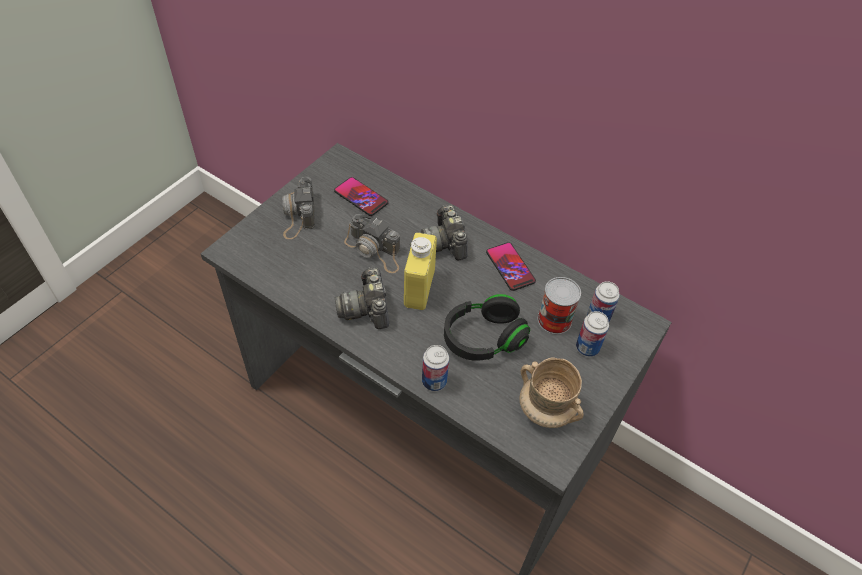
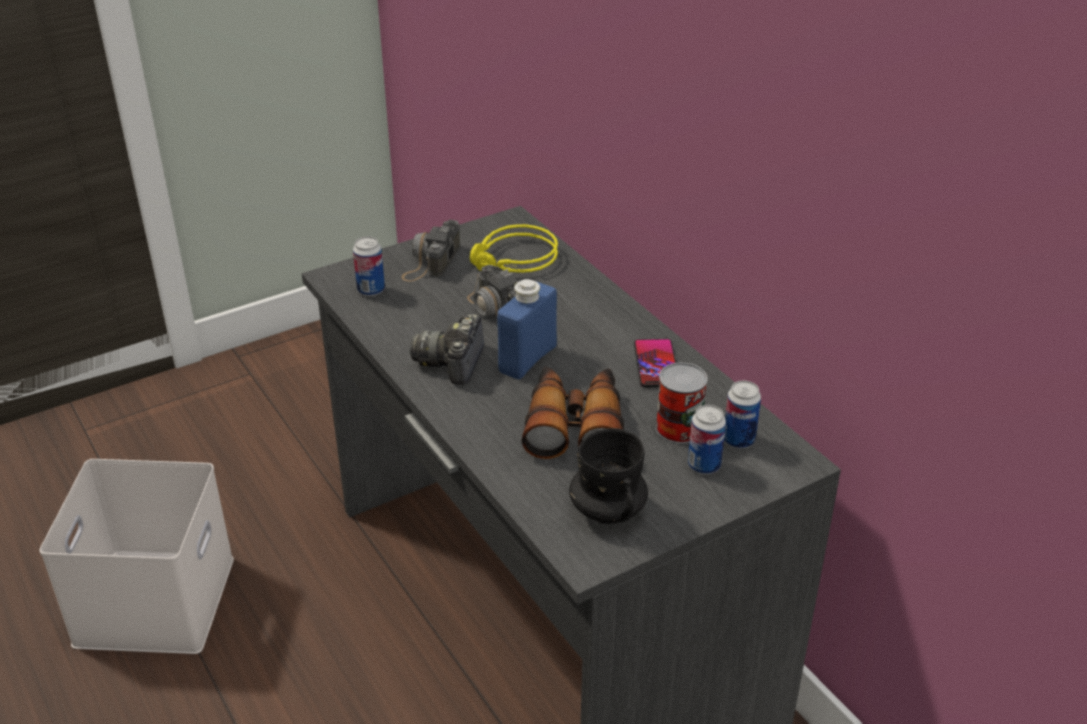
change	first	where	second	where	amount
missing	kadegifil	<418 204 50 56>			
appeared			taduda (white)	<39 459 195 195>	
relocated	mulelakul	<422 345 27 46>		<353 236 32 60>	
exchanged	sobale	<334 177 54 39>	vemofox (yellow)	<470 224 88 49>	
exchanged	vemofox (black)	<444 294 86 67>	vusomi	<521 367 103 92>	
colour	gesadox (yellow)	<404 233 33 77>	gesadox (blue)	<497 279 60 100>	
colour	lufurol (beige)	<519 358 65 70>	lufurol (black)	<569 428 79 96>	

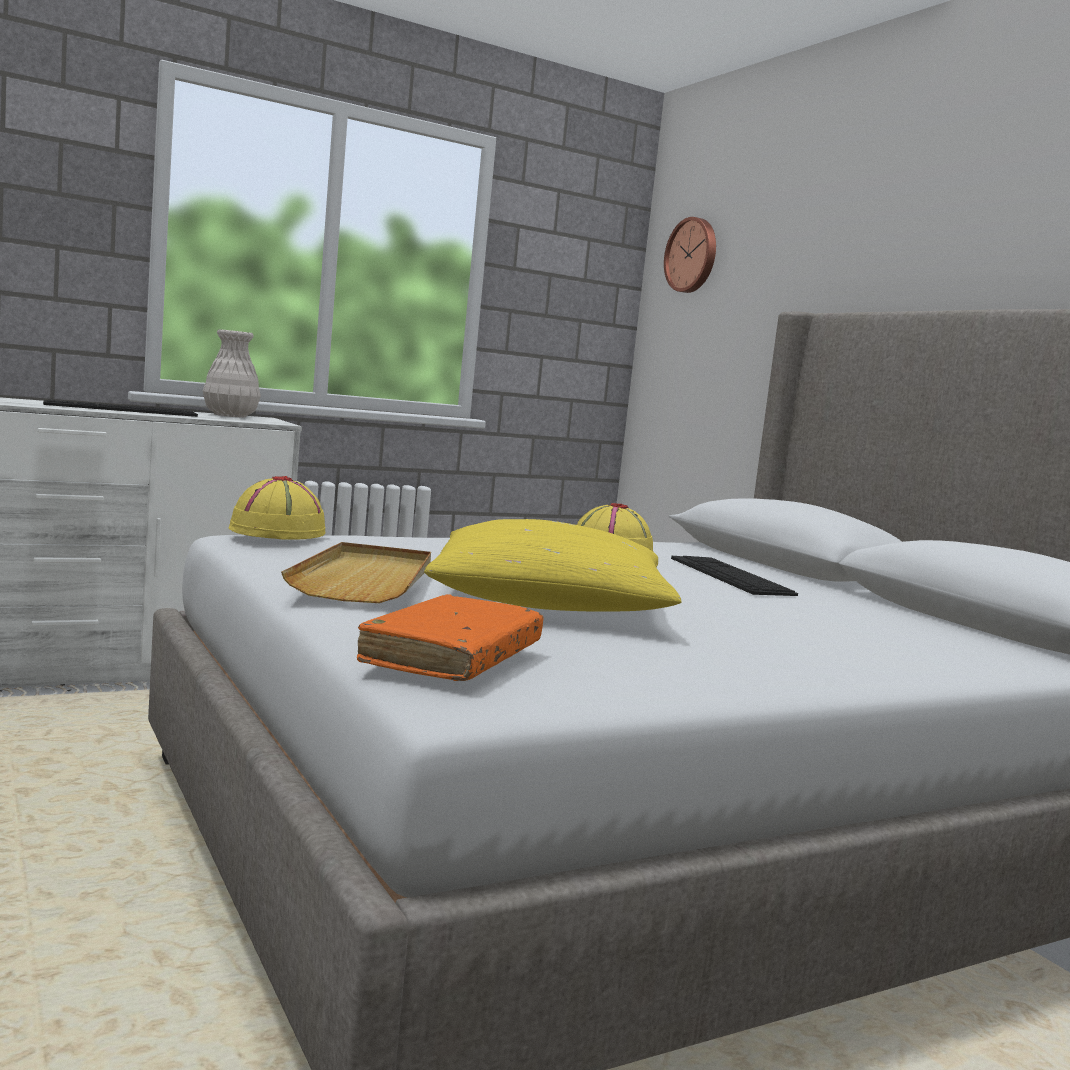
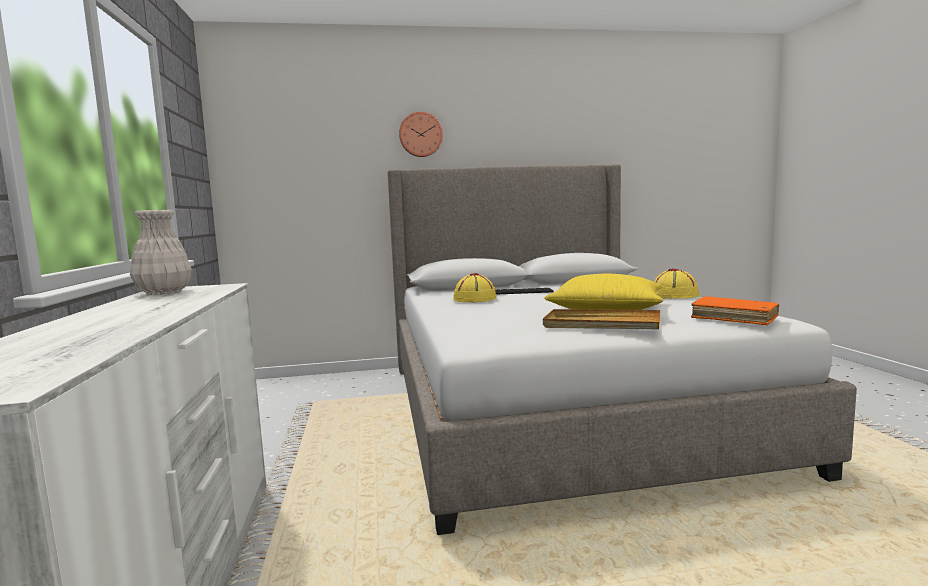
change	first	where	second	where	amount
missing	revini	<43 399 155 18>			
relocated	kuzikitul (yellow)	<229 476 96 64>		<654 268 46 31>	
relocated	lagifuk	<664 217 52 76>		<399 112 44 45>	

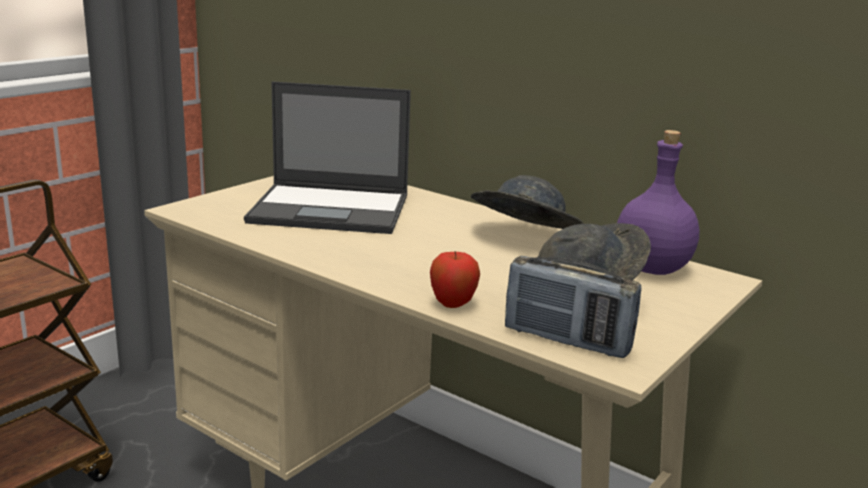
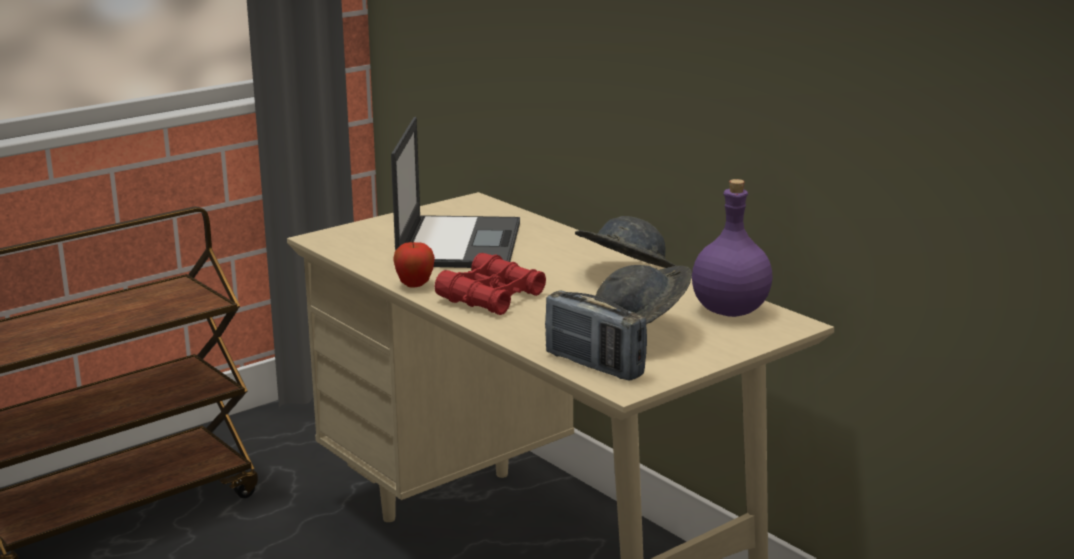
change	first	where	second	where	amount
appeared			vusomi (red)	<434 253 112 62>	
relocated	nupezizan	<430 251 50 57>		<393 241 42 47>	
spun	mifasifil	<244 81 167 153>		<391 117 129 151>	105 degrees counterclockwise

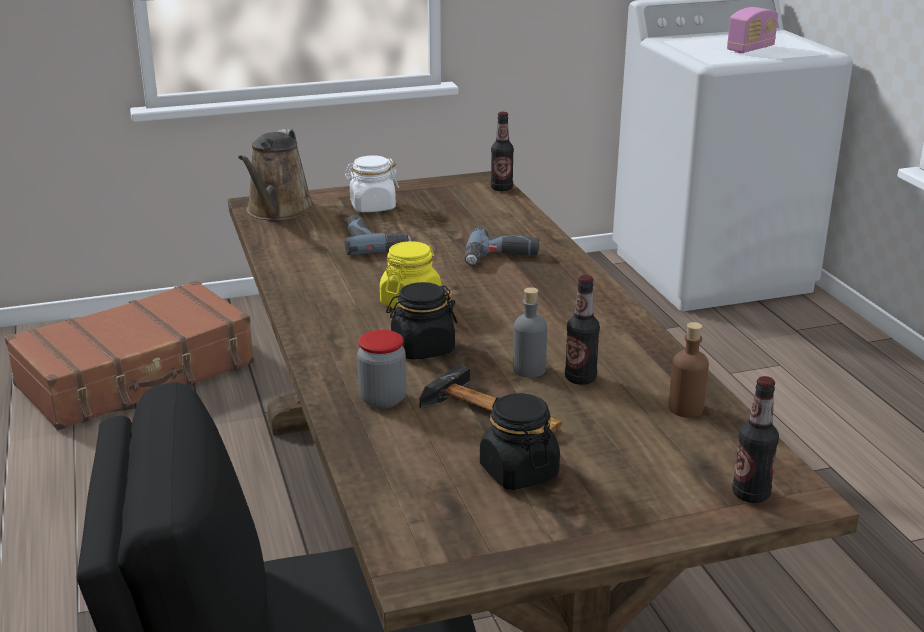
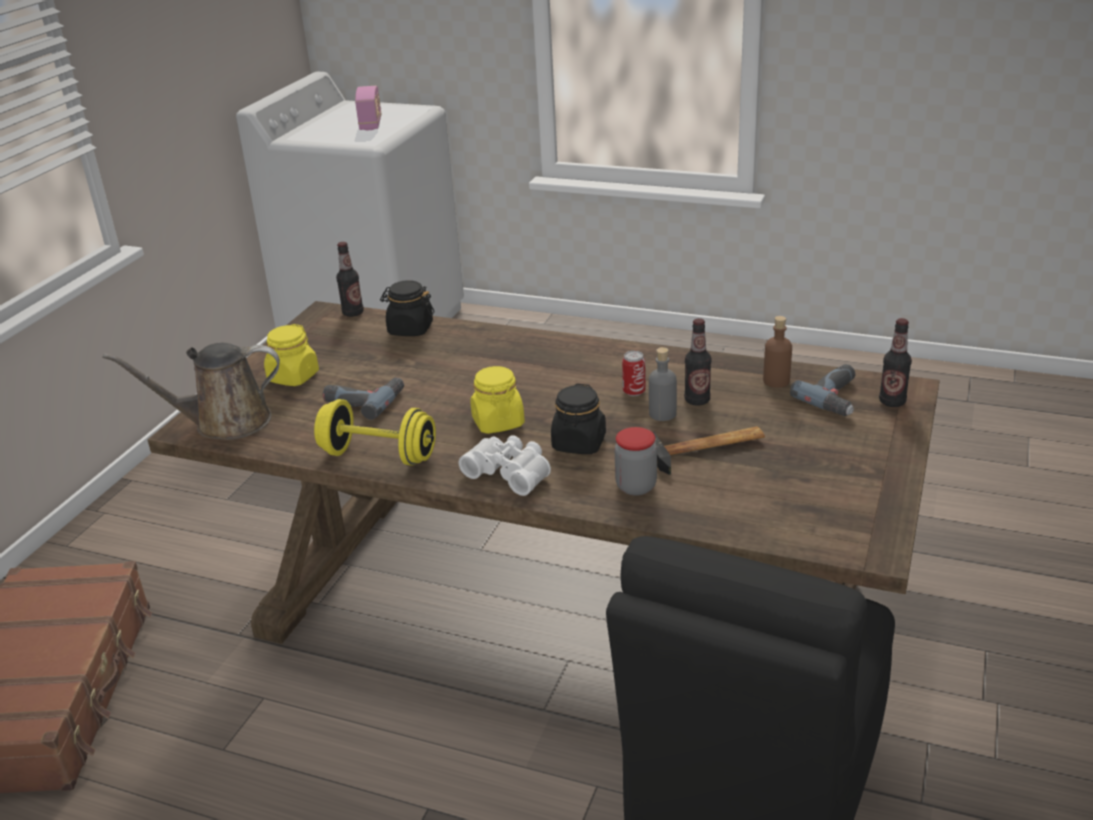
change	first	where	second	where	amount
appeared			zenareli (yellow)	<314 399 122 67>	
appeared			vusomi (white)	<459 435 92 61>	
appeared			mulelakul	<622 351 24 45>	
relocated	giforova	<464 228 75 38>		<790 364 65 52>	
relocated	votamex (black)	<480 393 80 97>		<380 280 54 56>	
colour	votamex (white)	<344 155 55 57>	votamex (yellow)	<264 324 55 62>	
spun	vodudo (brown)	<238 129 76 92>		<102 343 178 97>	120 degrees clockwise

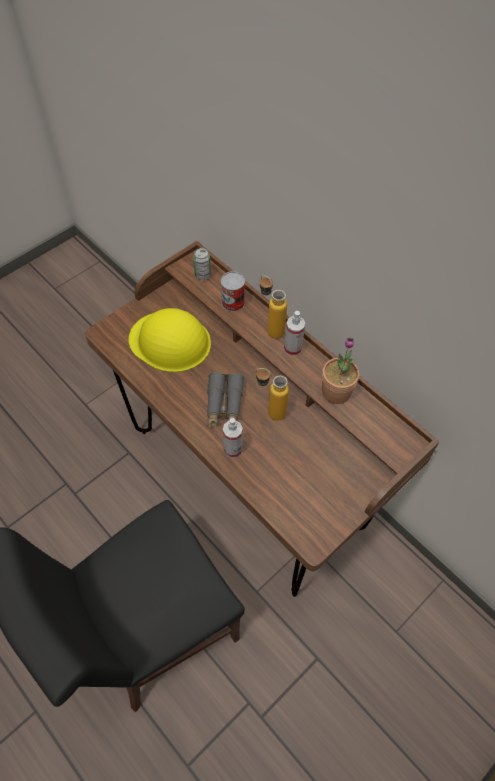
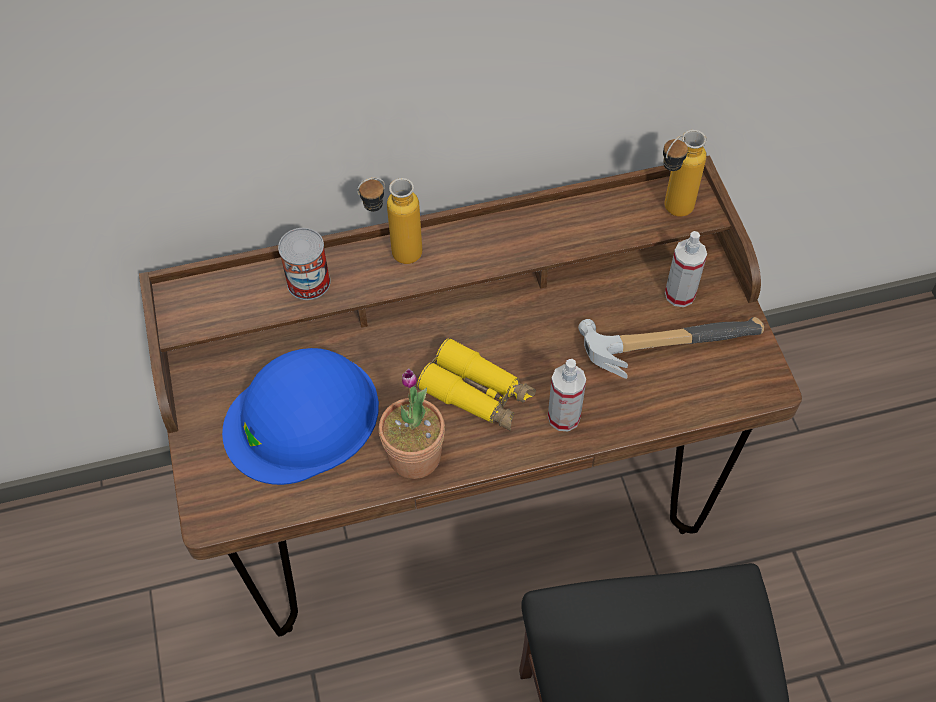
change	first	where	second	where	amount
missing	mulelakul	<193 248 18 32>			
appeared			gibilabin	<578 317 186 62>	
relocated	gesadox	<255 368 34 53>		<663 130 44 87>	
relocated	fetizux	<284 311 21 45>		<665 231 42 76>	
relocated	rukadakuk	<322 338 37 66>		<379 369 66 110>	
colour	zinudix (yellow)	<129 308 82 64>	zinudix (blue)	<222 348 157 137>	
colour	vusomi (grey)	<207 372 37 56>	vusomi (yellow)	<417 338 119 93>	

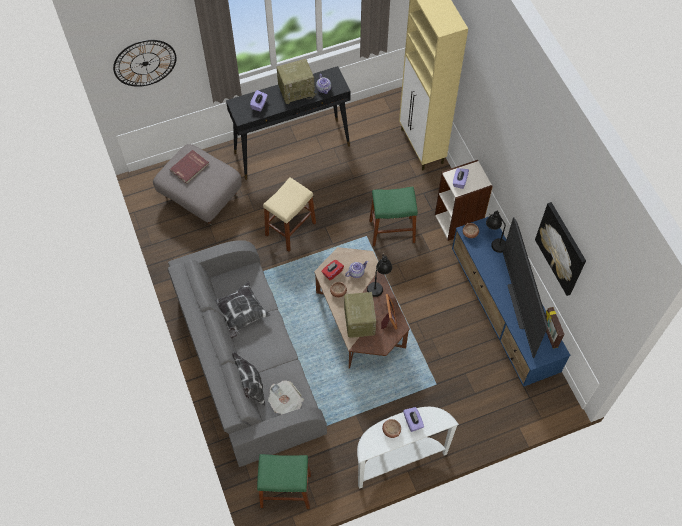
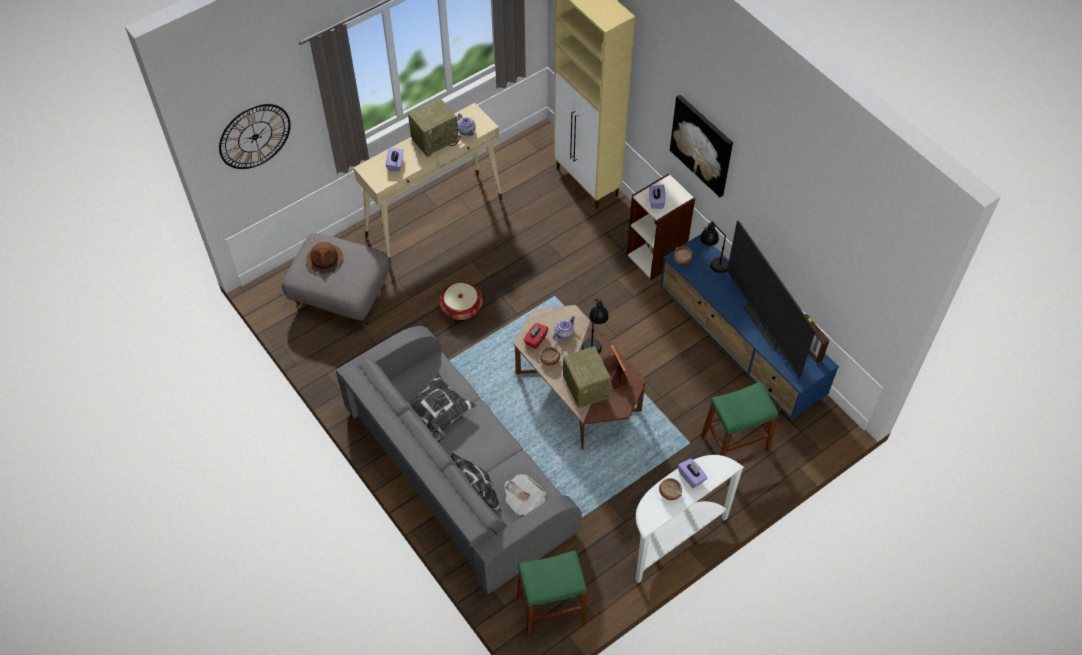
change	first	where	second	where	amount
relocated	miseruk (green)	<369 187 49 59>		<701 382 78 74>	
relocated	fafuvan	<535 202 51 94>		<670 95 63 102>	
exchanged	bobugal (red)	<170 150 39 34>	kuzikitul (brown)	<306 242 37 32>	
exchanged	miseruk (beige)	<263 178 53 74>	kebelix	<439 282 44 38>	
colour	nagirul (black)	<226 66 125 114>	nagirul (beige)	<354 103 148 161>	

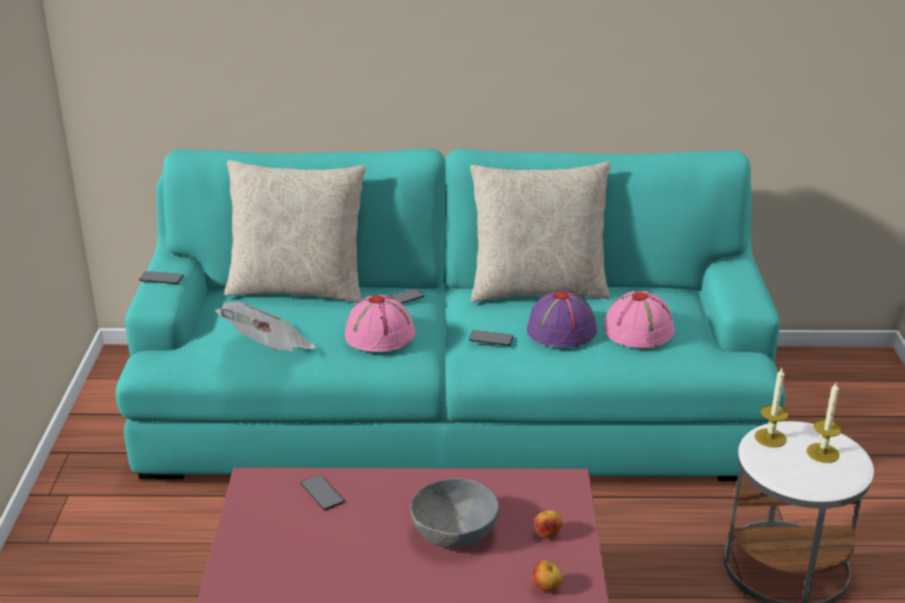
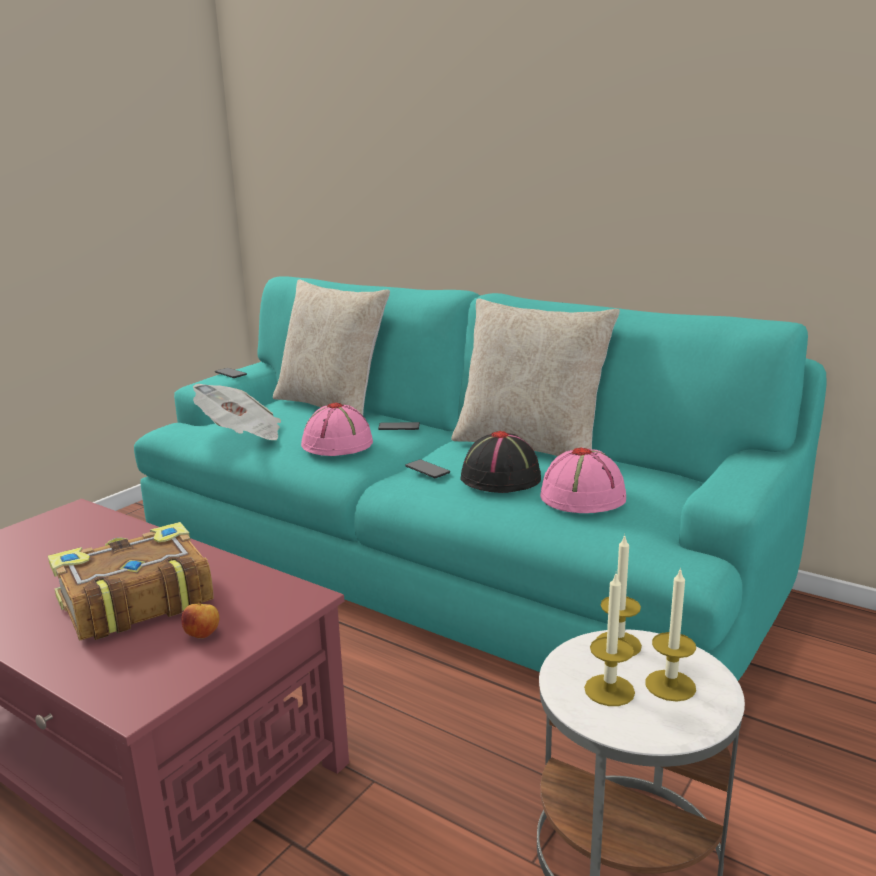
change	first	where	second	where	amount
missing	sobale	<301 475 43 35>			
missing	nupezizan	<533 560 30 32>			
appeared			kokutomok	<584 574 51 132>	
exchanged	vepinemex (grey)	<410 478 89 70>	bobugal	<48 522 166 119>	
colour	kuzikitul (purple)	<527 291 70 57>	kuzikitul (black)	<460 431 81 62>	

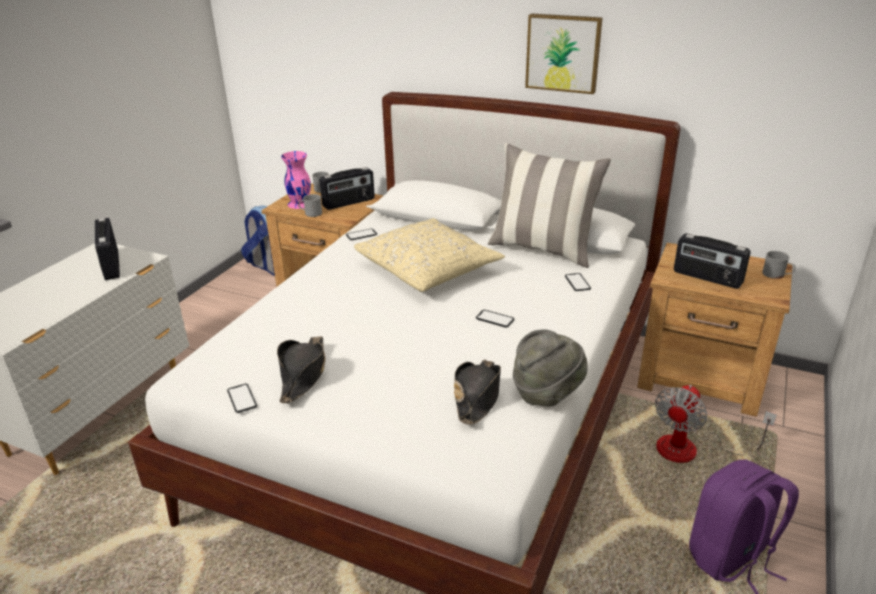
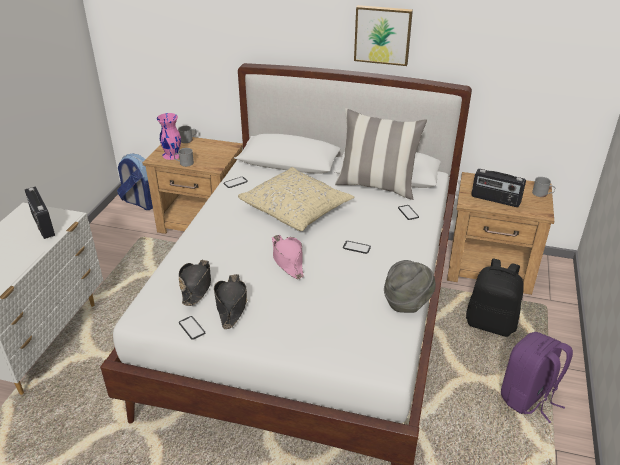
change	first	where	second	where	amount
missing	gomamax	<320 167 55 43>			
appeared			kuzikitul (pink)	<272 235 32 44>	
relocated	kuzikitul (black)	<454 360 47 65>		<179 260 32 46>	
exchanged	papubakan	<655 385 122 78>	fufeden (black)	<466 259 58 78>	

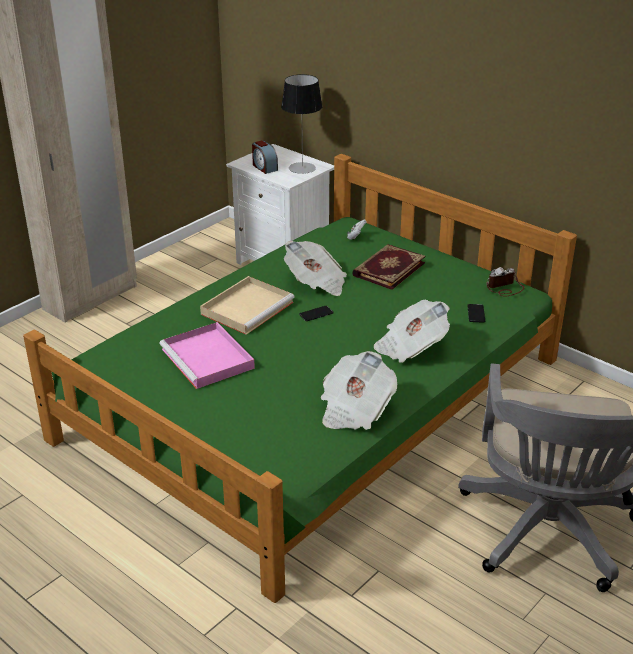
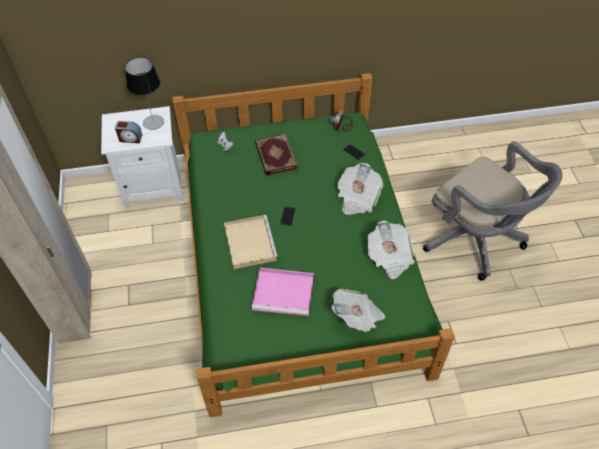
change	first	where	second	where	amount
relocated	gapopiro	<284 241 63 55>		<331 289 54 43>	

